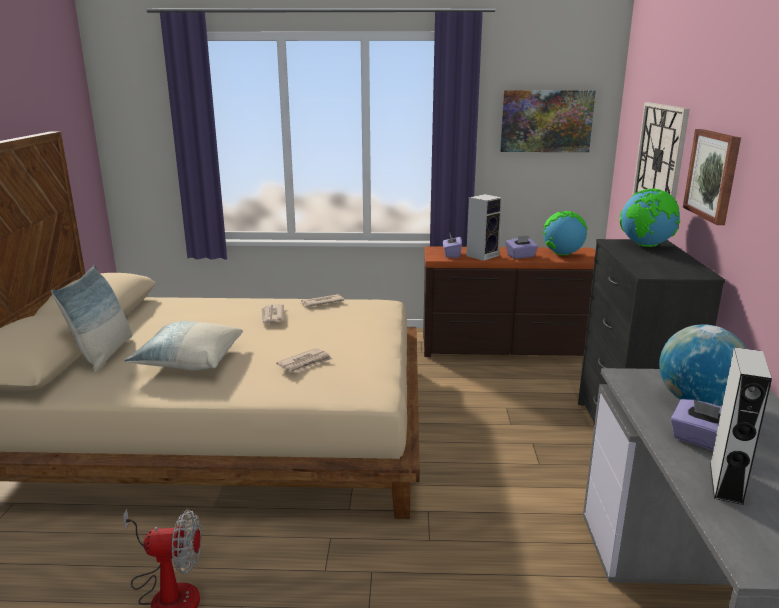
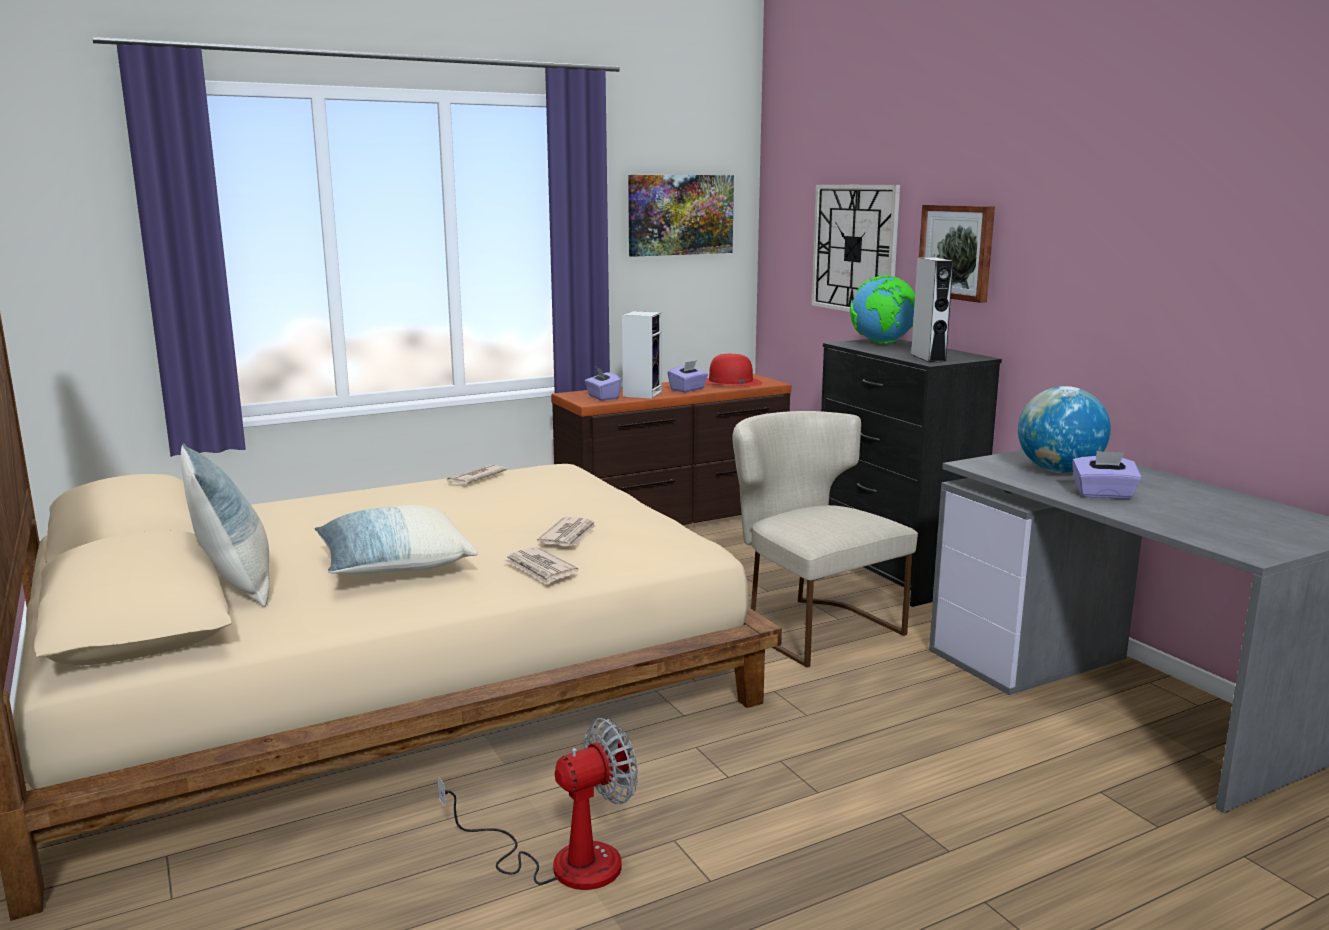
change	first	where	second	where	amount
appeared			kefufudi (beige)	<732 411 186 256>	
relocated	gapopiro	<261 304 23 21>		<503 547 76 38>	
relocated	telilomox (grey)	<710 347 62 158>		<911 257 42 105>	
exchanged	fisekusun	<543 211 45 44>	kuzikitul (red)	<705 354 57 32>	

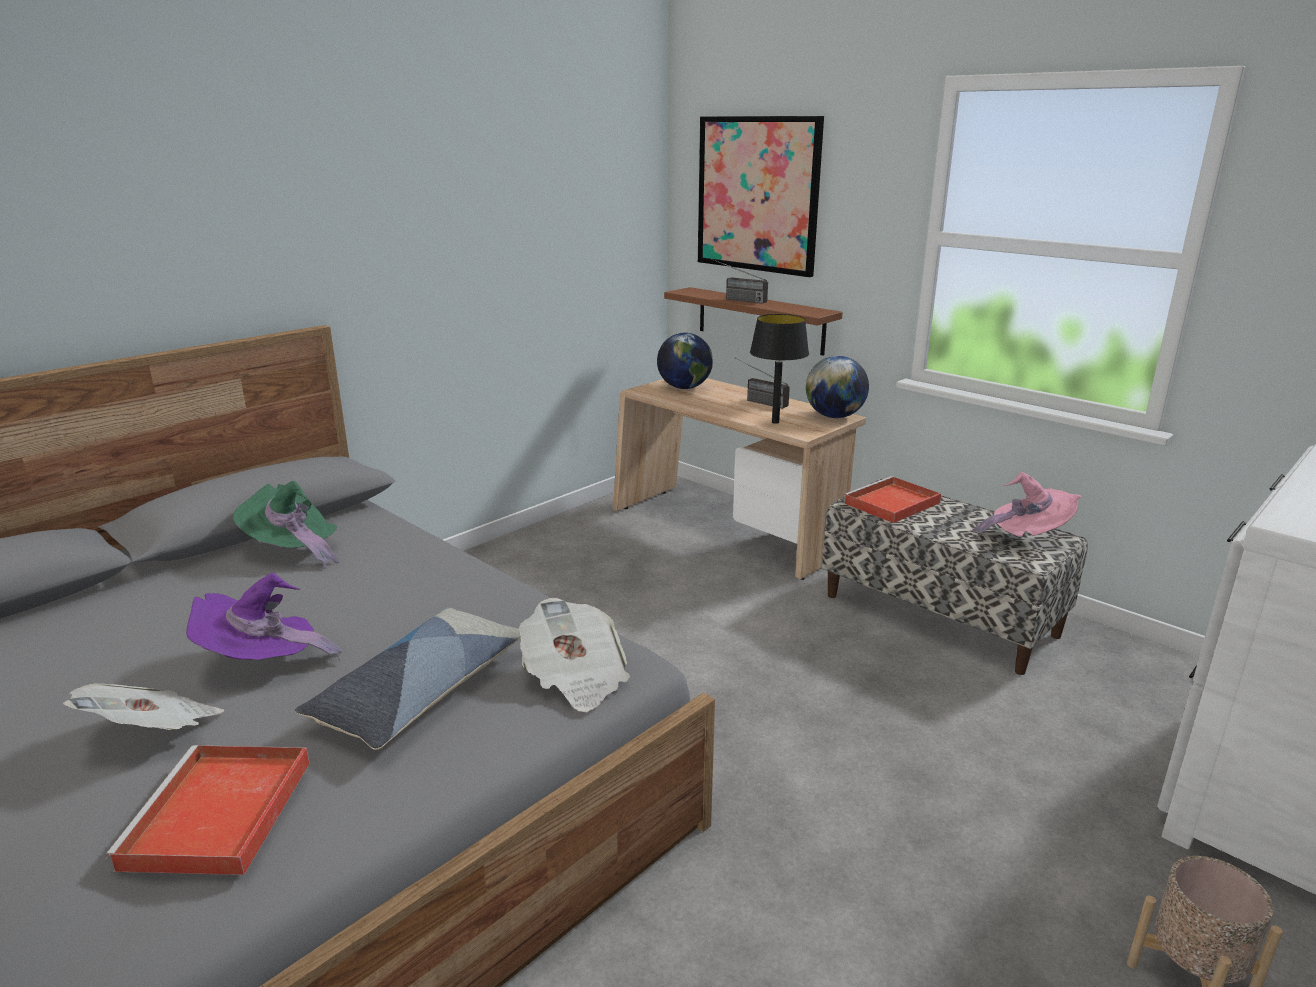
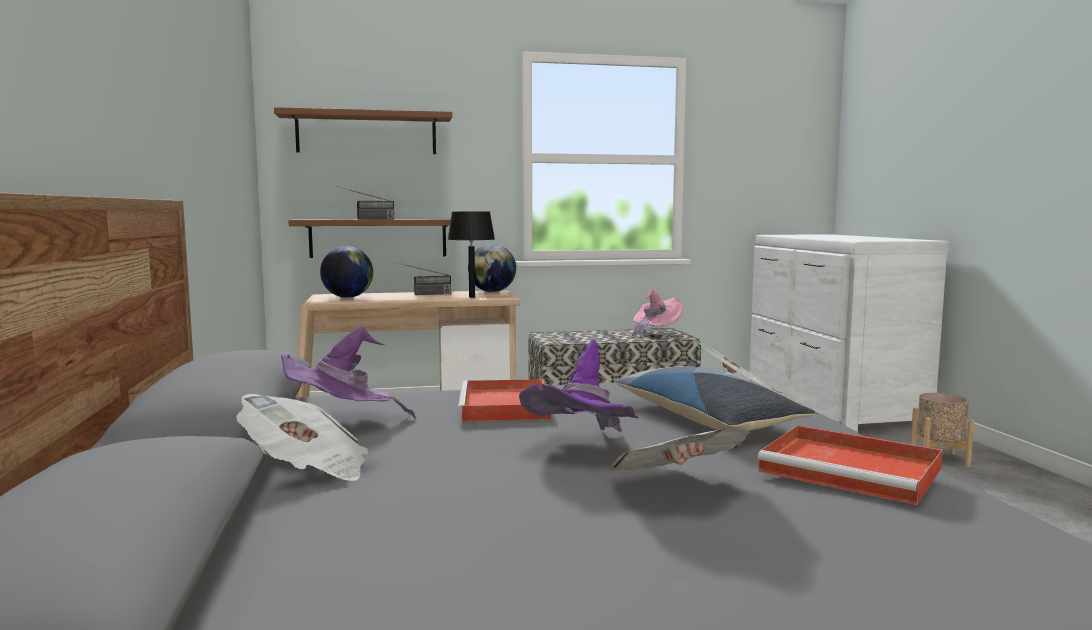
change	first	where	second	where	amount
appeared			gapopiro	<236 394 132 87>	
relocated	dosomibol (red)	<843 476 98 47>		<458 379 93 42>	
exchanged	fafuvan	<698 116 126 161>	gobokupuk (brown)	<274 107 178 47>	
colour	kuzikitul (green)	<233 481 106 88>	kuzikitul (purple)	<281 326 135 93>	

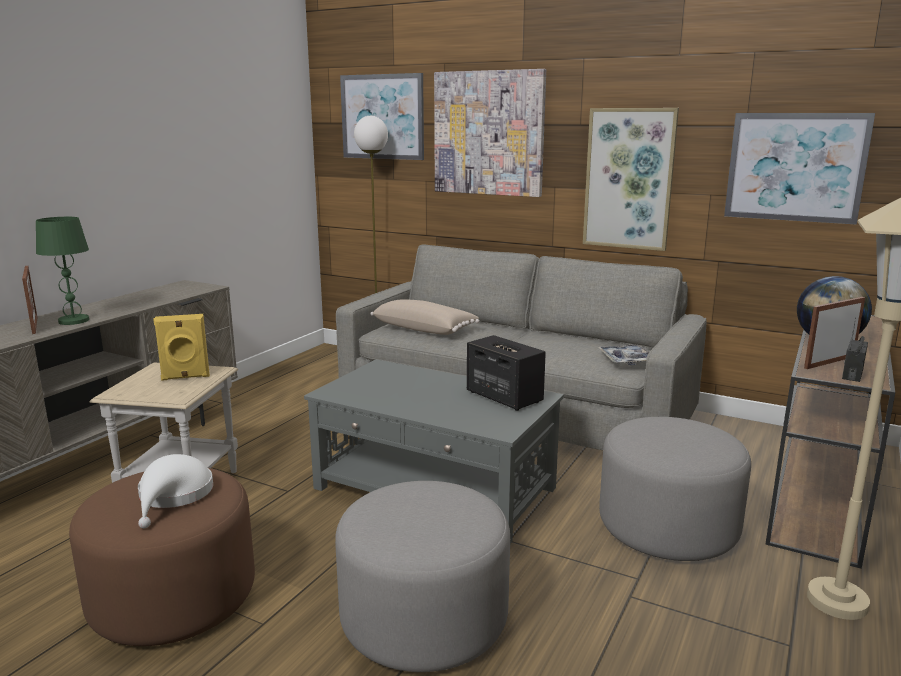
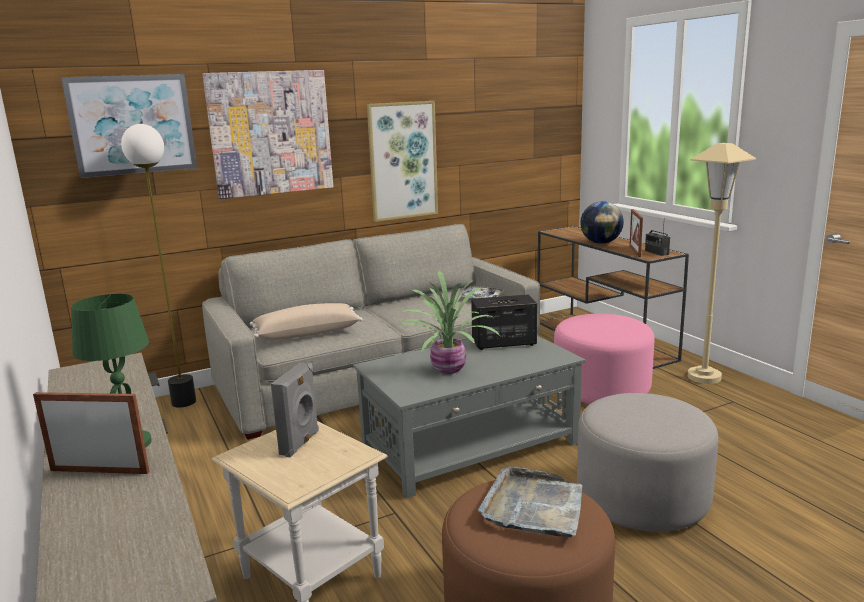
change	first	where	second	where	amount
missing	fafuvan	<724 113 151 112>			
appeared			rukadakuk	<398 271 102 103>	
exchanged	kuzikitul (white)	<138 454 75 74>	dosomibol (grey)	<478 466 104 71>	
colour	telilomox (yellow)	<153 314 57 67>	telilomox (grey)	<271 363 48 94>	
colour	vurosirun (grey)	<599 417 152 144>	vurosirun (pink)	<554 314 100 90>	

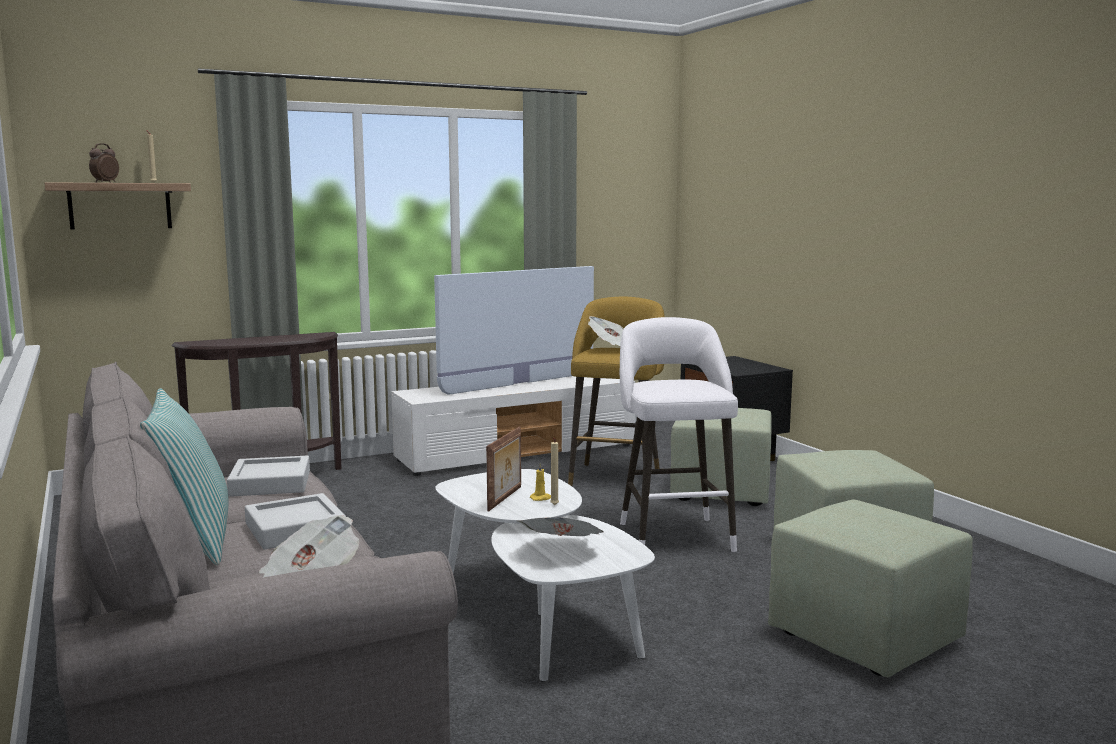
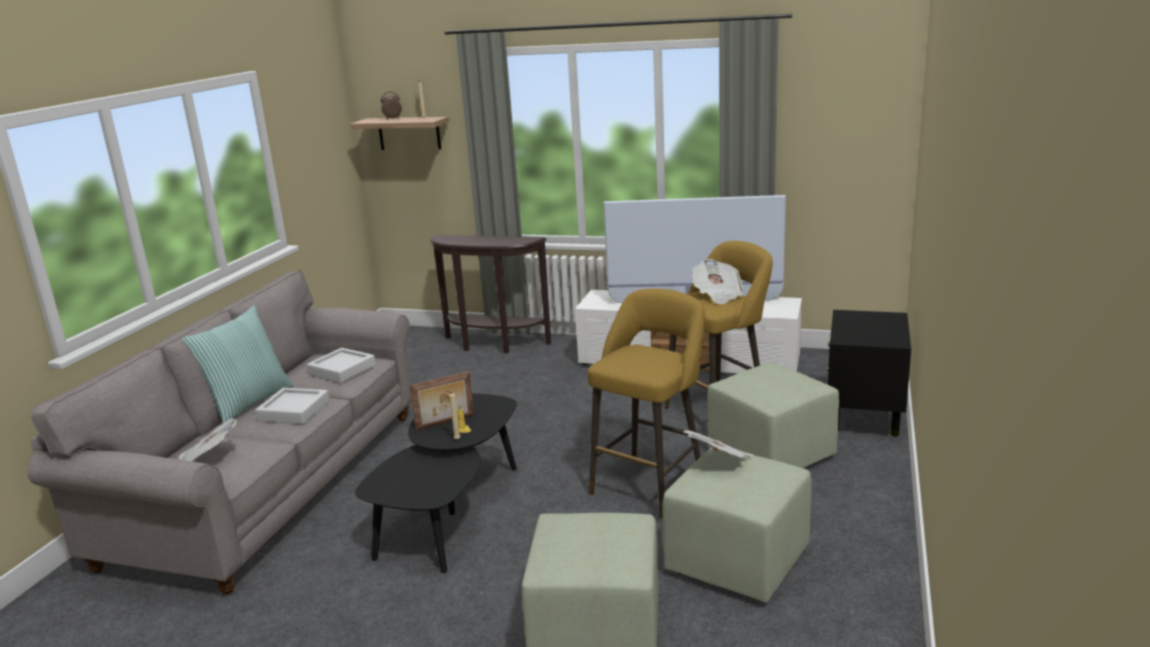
change	first	where	second	where	amount
relocated	gapopiro	<518 517 86 19>		<683 430 70 28>	
colour	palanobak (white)	<435 469 220 213>	palanobak (black)	<355 394 162 179>	
colour	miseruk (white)	<620 317 118 235>	miseruk (yellow)	<588 289 117 229>	

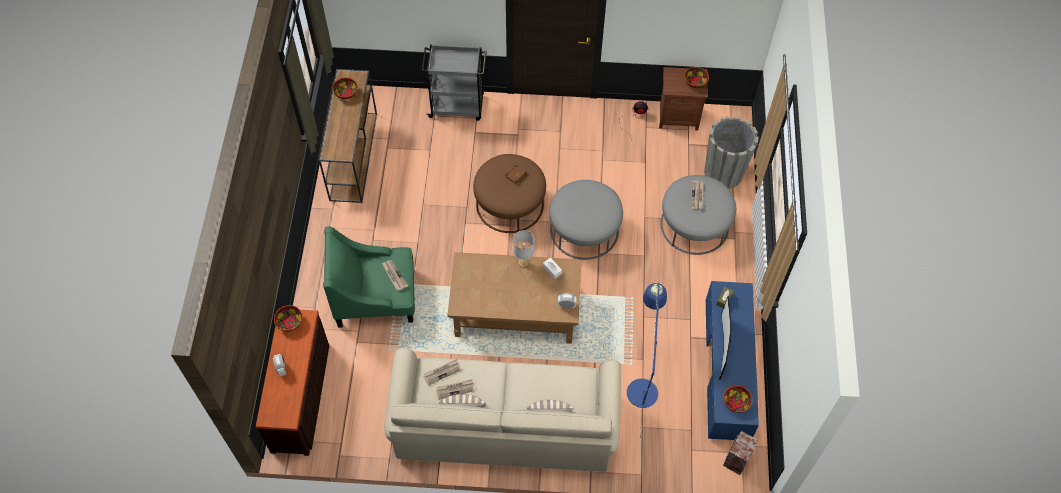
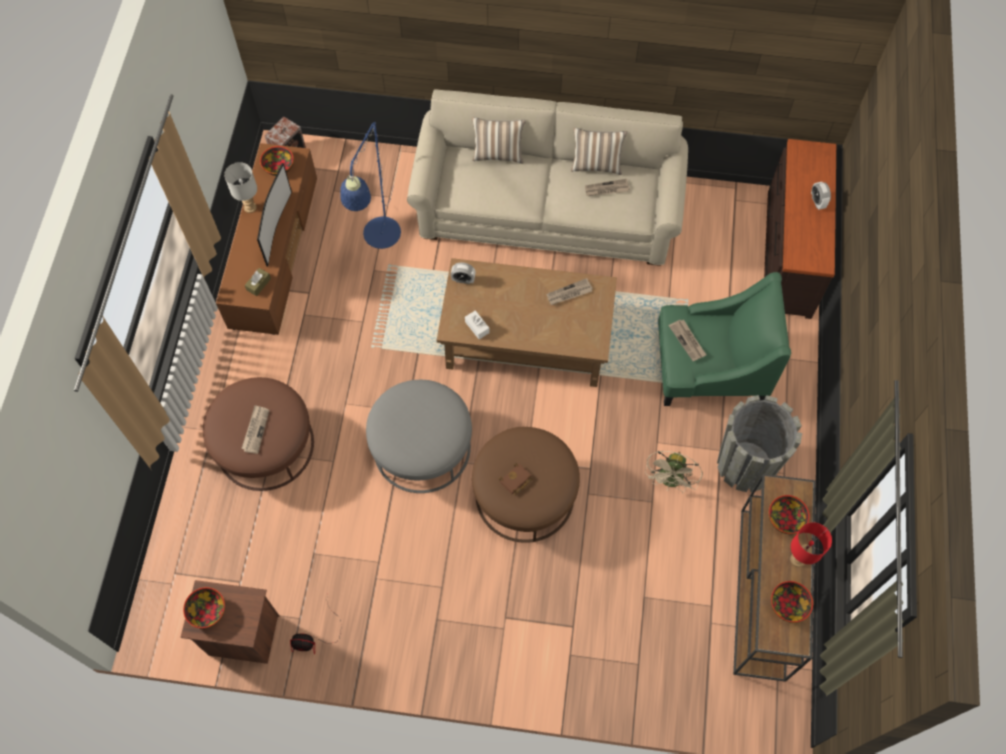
change	first	where	second	where	amount
missing	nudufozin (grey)	<422 44 65 77>			
appeared			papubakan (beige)	<645 451 58 43>	
appeared			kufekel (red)	<790 522 42 45>	
relocated	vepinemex	<274 305 29 27>		<769 495 41 39>	
relocated	gapopiro	<424 359 37 27>		<546 278 47 27>	
relocated	kufekel (grey)	<513 230 22 37>		<224 162 33 51>	
relocated	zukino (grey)	<704 116 55 73>		<717 395 85 97>	
colour	vurosirun (grey)	<660 175 76 80>	vurosirun (brown)	<203 377 111 114>	
colour	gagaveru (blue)	<706 281 53 159>	gagaveru (brown)	<216 143 101 192>	

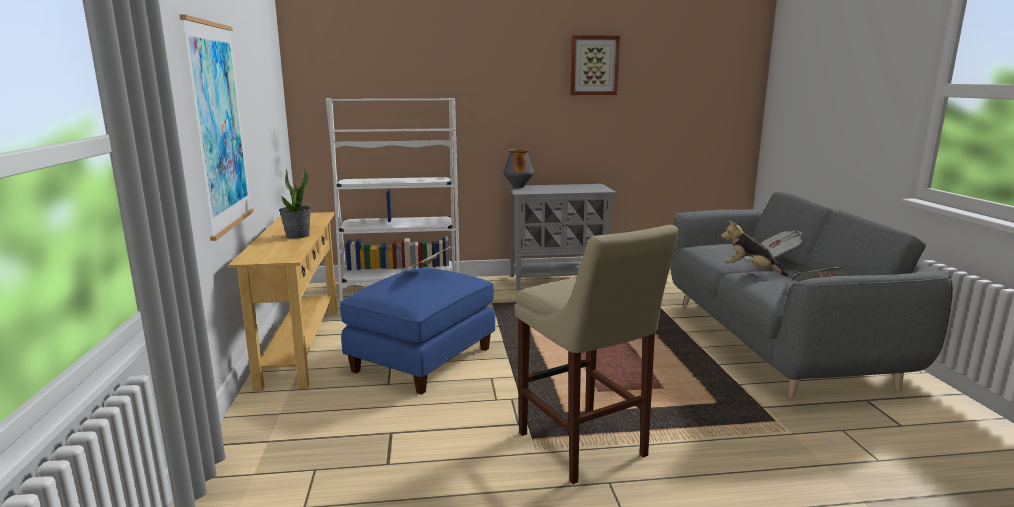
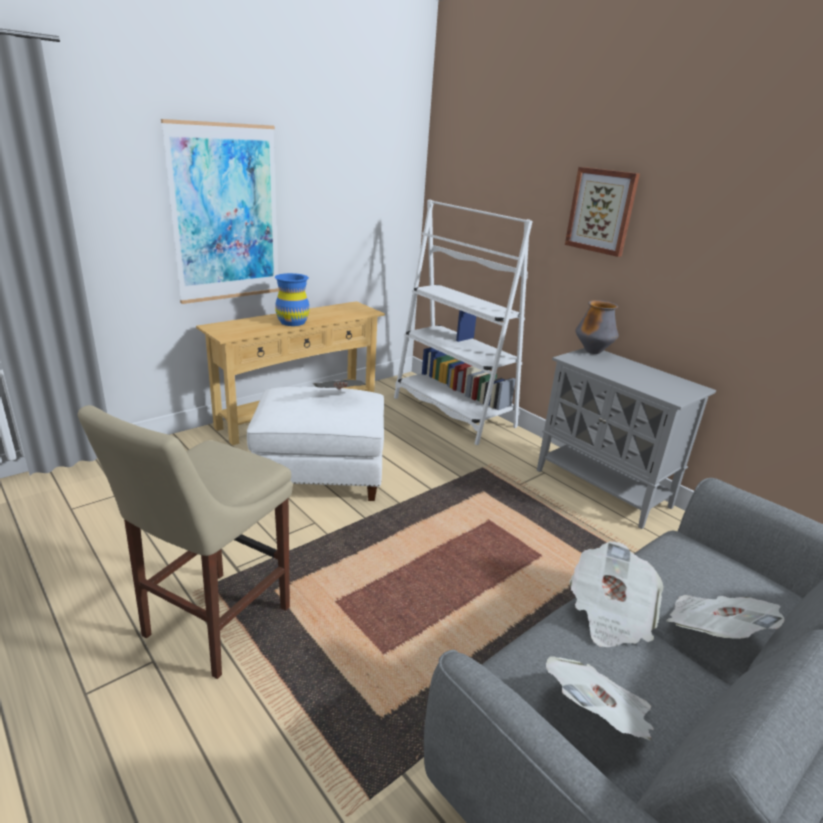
change	first	where	second	where	amount
relocated	fafuvan	<570 35 50 60>		<565 167 75 90>	
exchanged	rukadakuk	<279 168 32 71>	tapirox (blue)	<275 273 35 53>	
exchanged	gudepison	<721 220 68 57>	gapopiro	<569 541 95 106>	
colour	vurosirun (blue)	<340 268 155 127>	vurosirun (white)	<247 386 137 115>	

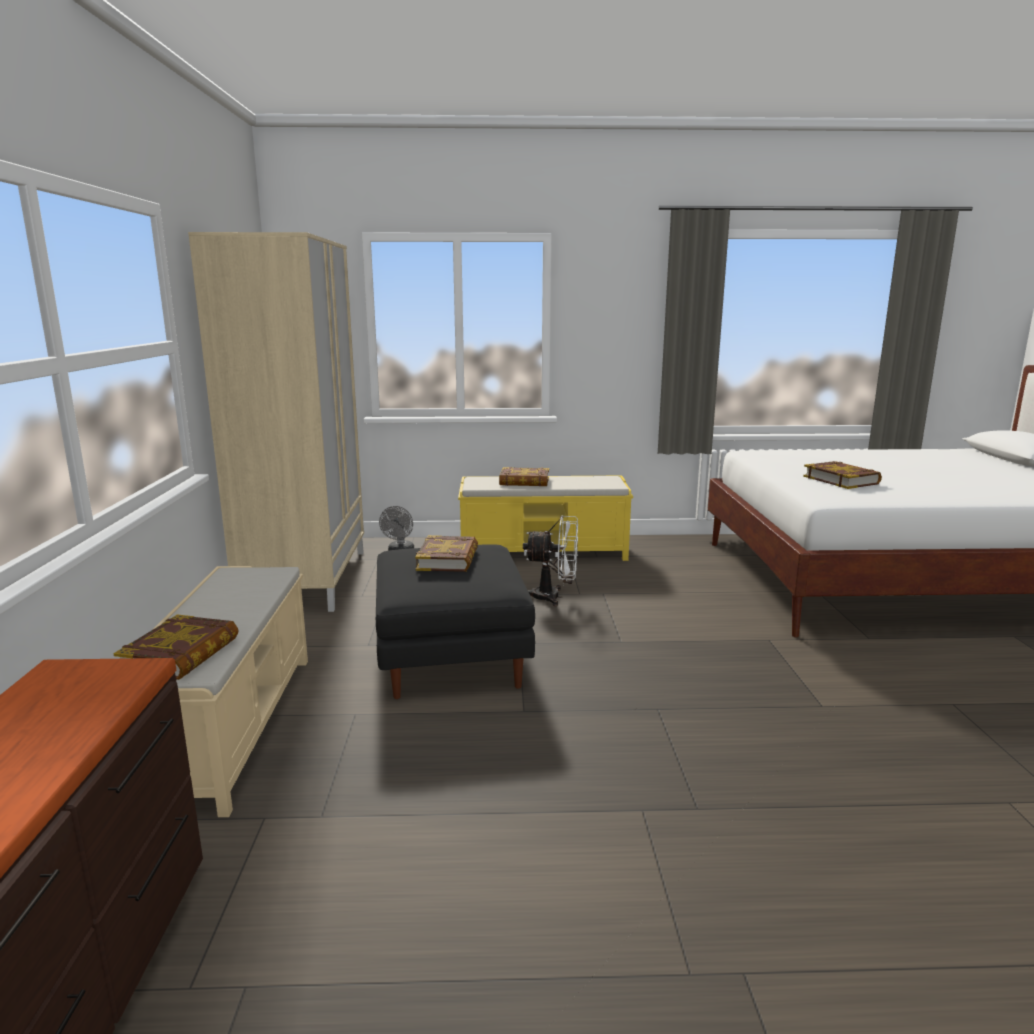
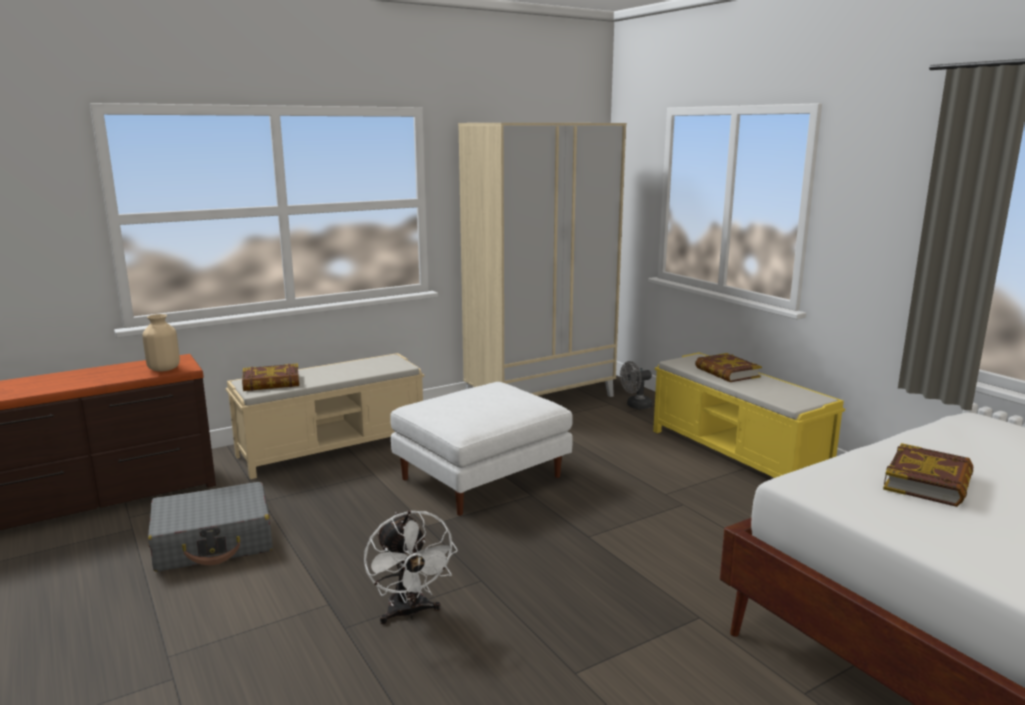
change	first	where	second	where	amount
missing	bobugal	<415 535 63 37>			
appeared			tapirox (beige)	<142 314 38 58>	
appeared			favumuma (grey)	<148 482 125 90>	
relocated	papubakan (white)	<523 516 55 90>		<364 510 94 114>	
colour	vurosirun (black)	<376 544 159 155>	vurosirun (white)	<390 382 183 134>	

